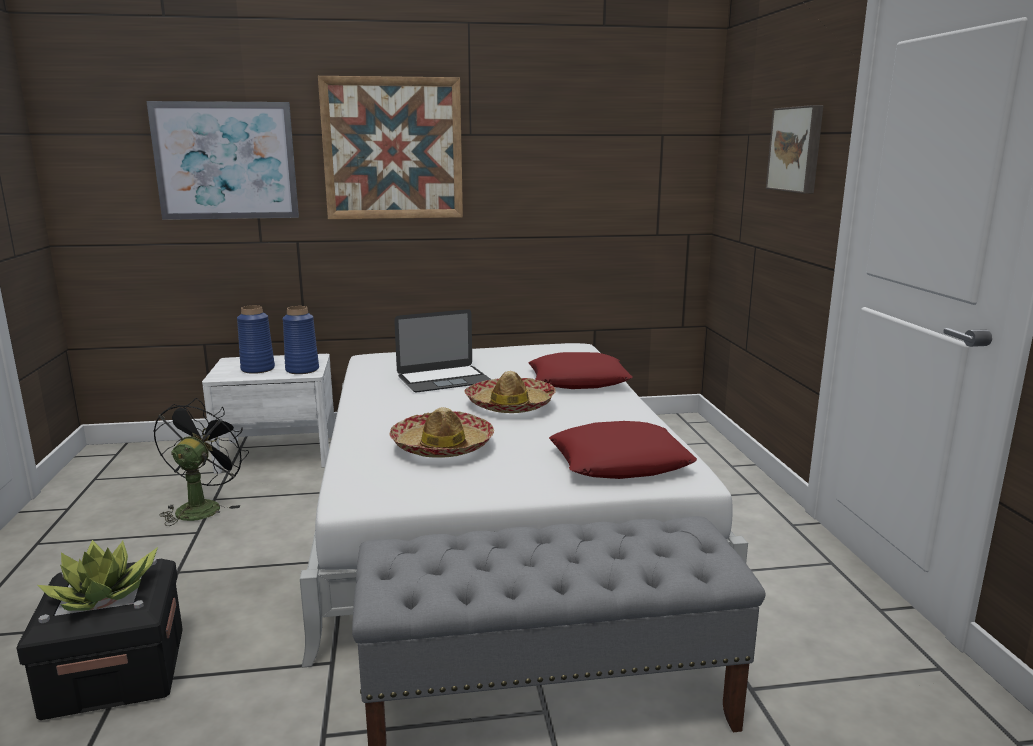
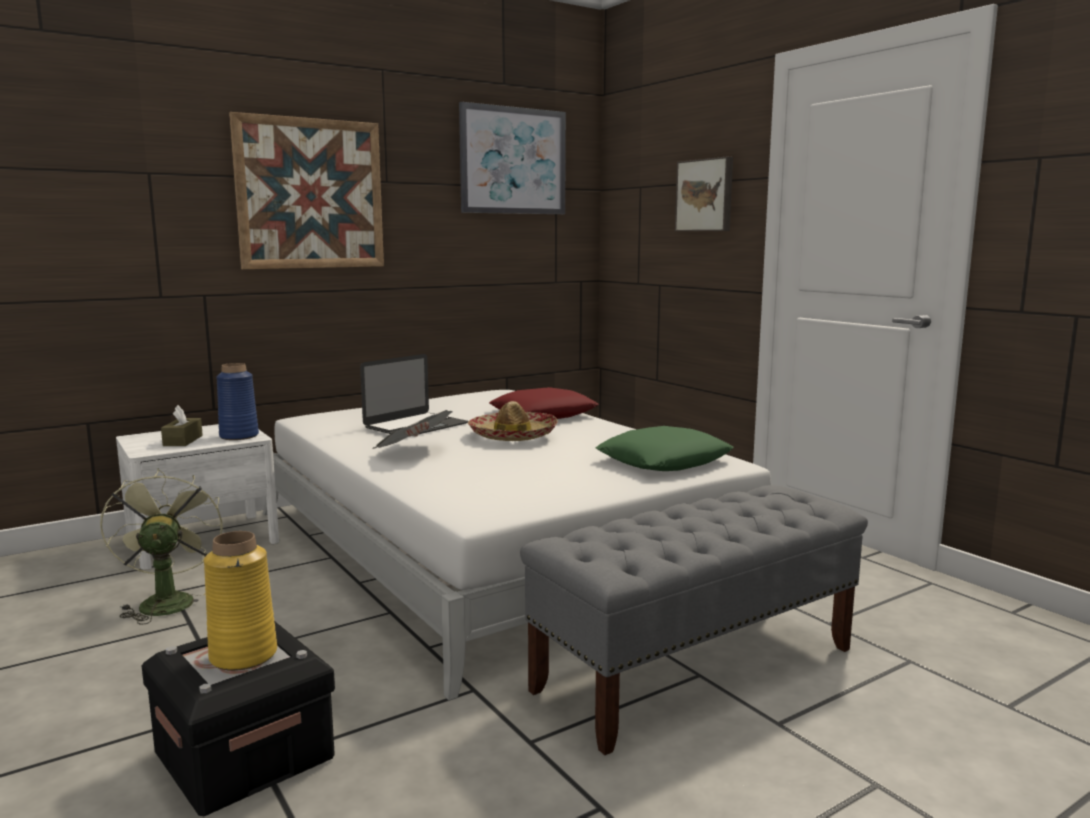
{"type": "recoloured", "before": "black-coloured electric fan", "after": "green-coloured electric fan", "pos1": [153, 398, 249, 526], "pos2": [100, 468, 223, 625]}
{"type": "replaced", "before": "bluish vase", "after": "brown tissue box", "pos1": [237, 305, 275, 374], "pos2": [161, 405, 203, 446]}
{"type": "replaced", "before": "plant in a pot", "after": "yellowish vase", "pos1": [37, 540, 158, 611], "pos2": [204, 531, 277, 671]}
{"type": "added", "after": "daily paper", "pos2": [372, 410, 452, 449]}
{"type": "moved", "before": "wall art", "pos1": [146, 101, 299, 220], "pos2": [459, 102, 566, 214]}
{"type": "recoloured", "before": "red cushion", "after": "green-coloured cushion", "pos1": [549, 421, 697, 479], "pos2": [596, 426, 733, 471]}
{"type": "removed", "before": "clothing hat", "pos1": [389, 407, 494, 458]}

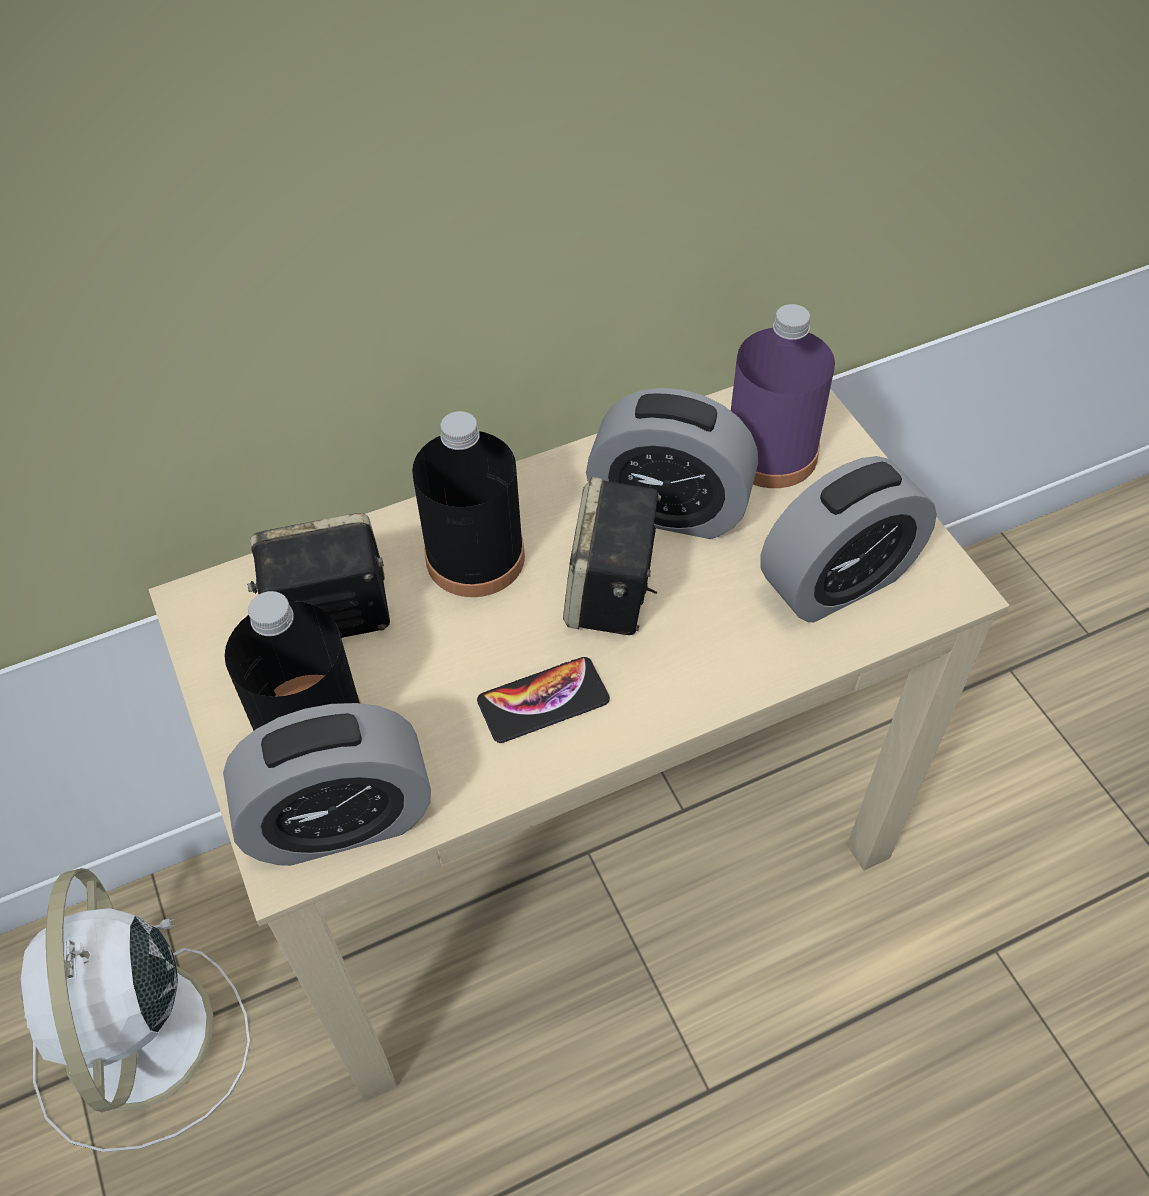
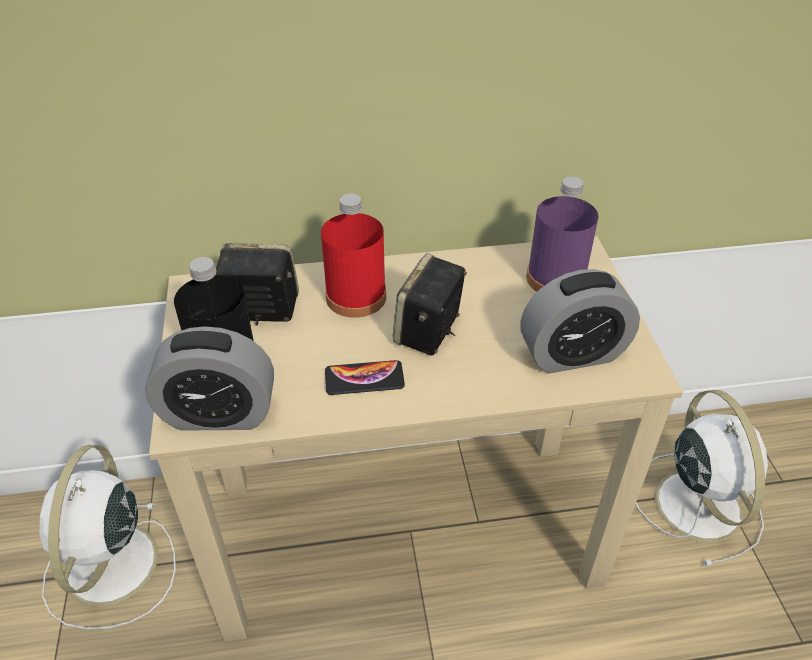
{"type": "recoloured", "before": "black-coloured beverage bottle", "after": "red beverage bottle", "pos1": [412, 411, 525, 597], "pos2": [321, 194, 386, 318]}
{"type": "added", "after": "white electric fan", "pos2": [636, 390, 768, 567]}
{"type": "removed", "before": "alarm clock", "pos1": [586, 388, 758, 539]}

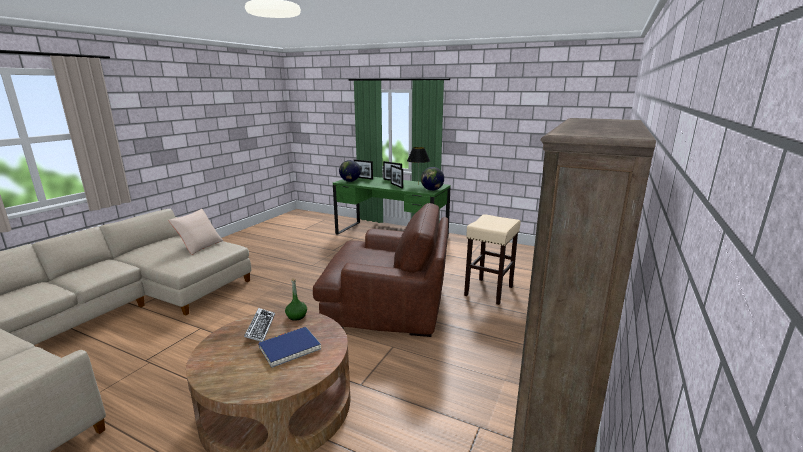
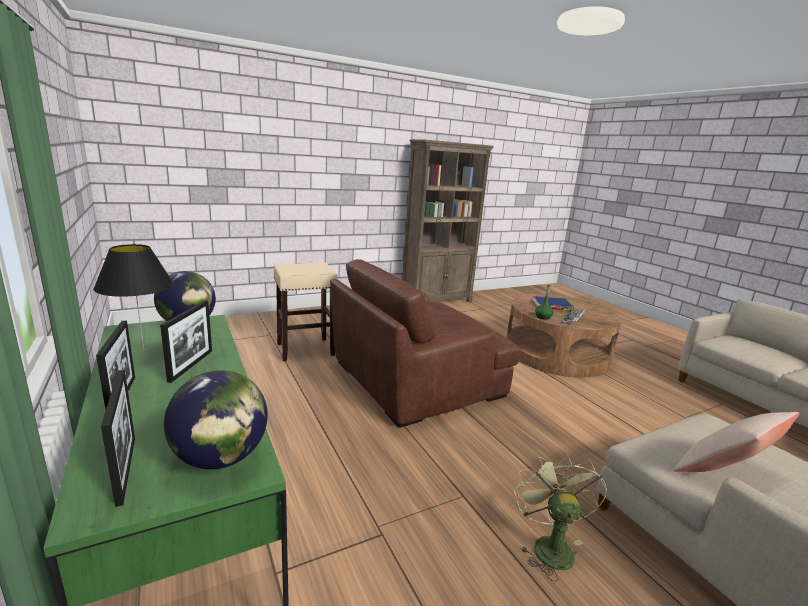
{"type": "turned", "before": "brown armchair", "pos1": [313, 203, 448, 337], "pos2": [330, 259, 521, 428], "turn": -75}
{"type": "added", "after": "green-coloured electric fan", "pos2": [514, 453, 607, 581]}

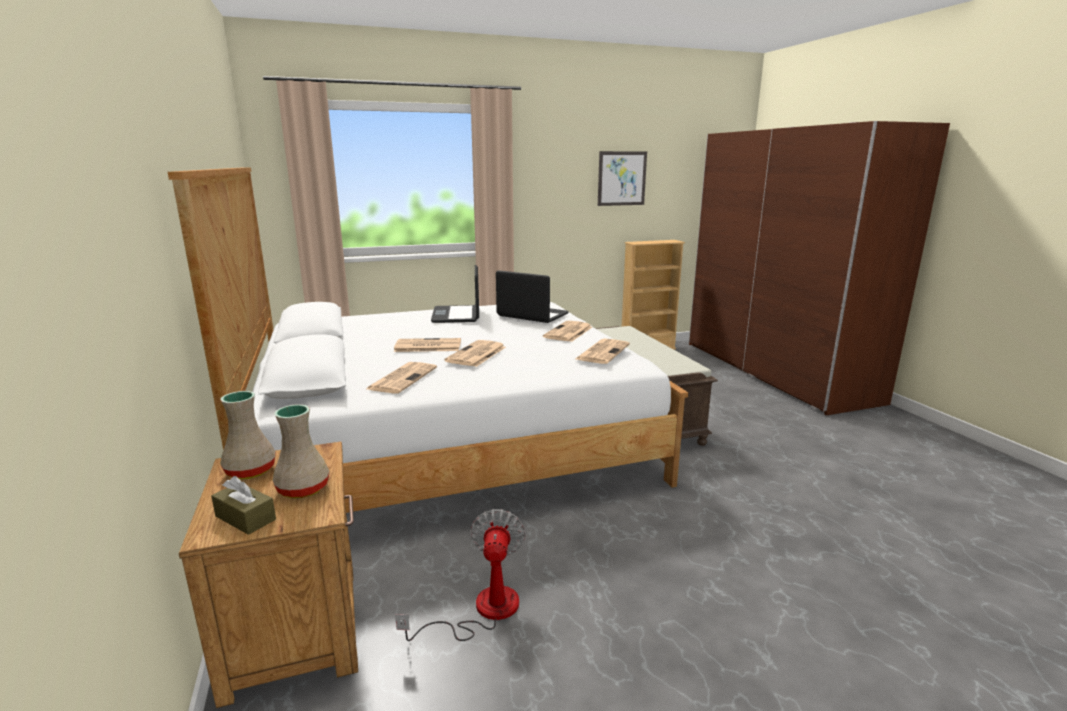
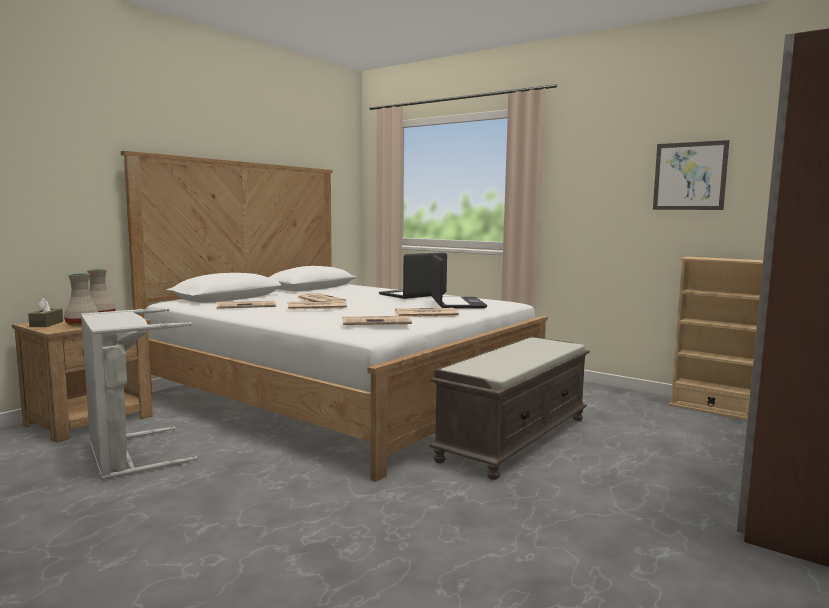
{"type": "replaced", "before": "electric fan", "after": "grey washing basket", "pos1": [395, 509, 525, 641], "pos2": [81, 308, 198, 480]}

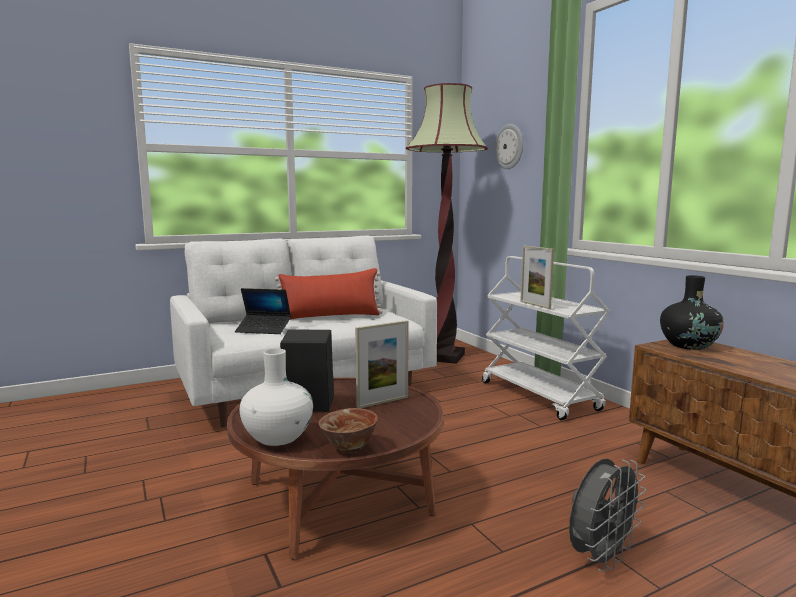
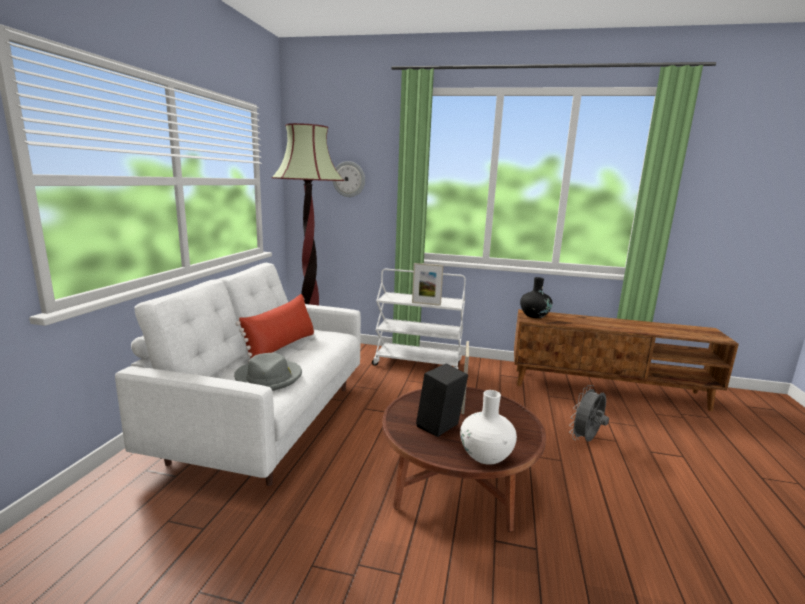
{"type": "replaced", "before": "notebook computer", "after": "grey clothing hat", "pos1": [235, 288, 291, 334], "pos2": [234, 353, 302, 391]}
{"type": "turned", "before": "grey electric fan", "pos1": [569, 459, 646, 572], "pos2": [569, 385, 609, 442], "turn": -135}
{"type": "removed", "before": "serving bowl", "pos1": [319, 408, 378, 453]}

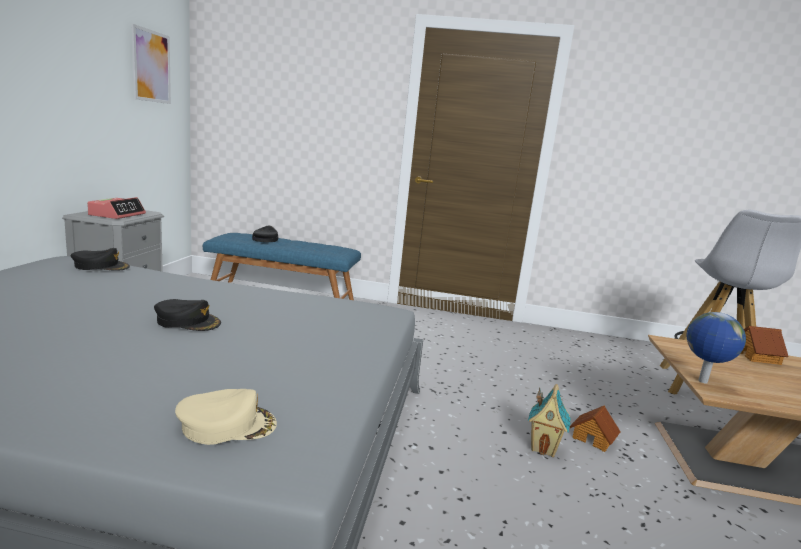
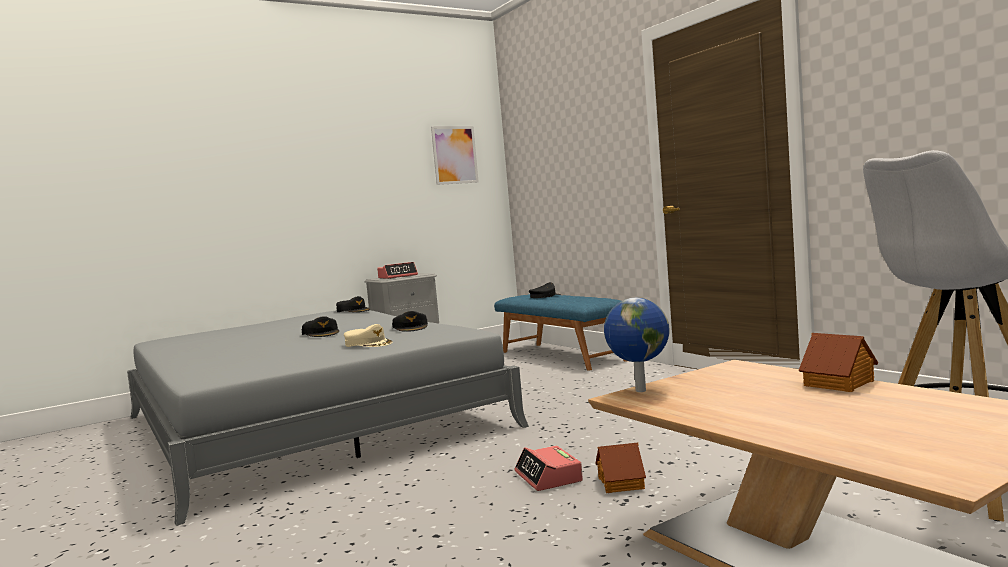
{"type": "moved", "before": "sand-coloured cap", "pos1": [175, 389, 277, 445], "pos2": [344, 324, 393, 347]}
{"type": "added", "after": "black-coloured cap", "pos2": [392, 311, 428, 332]}
{"type": "replaced", "before": "model house", "after": "alarm clock", "pos1": [528, 384, 571, 457], "pos2": [514, 446, 583, 491]}

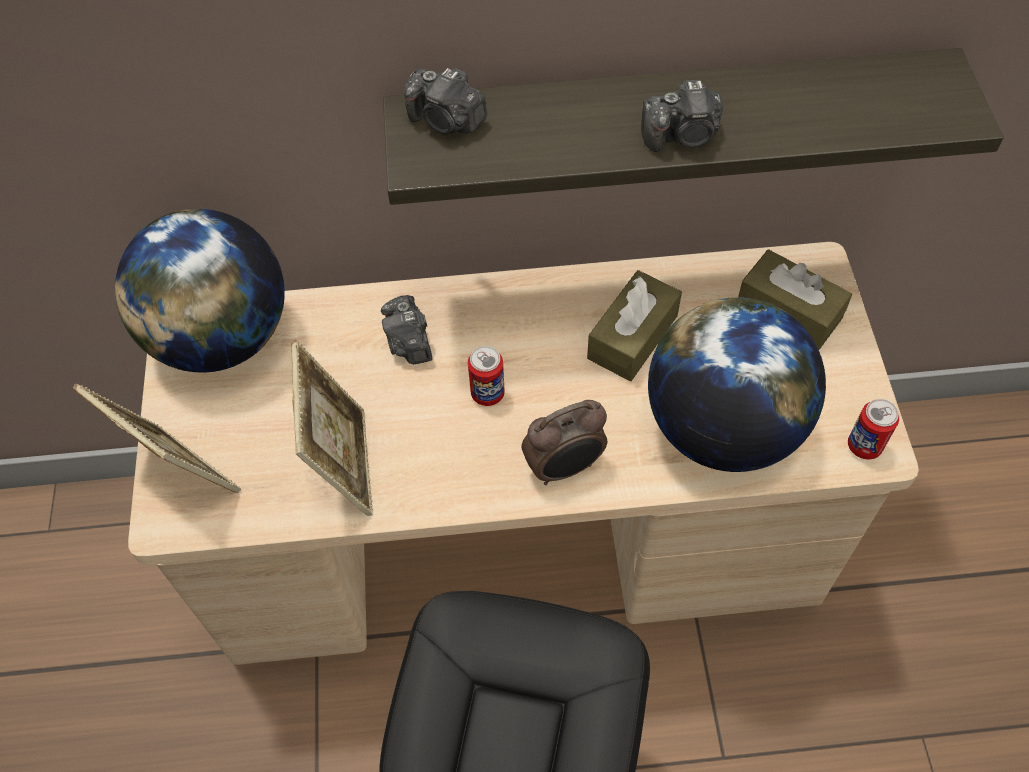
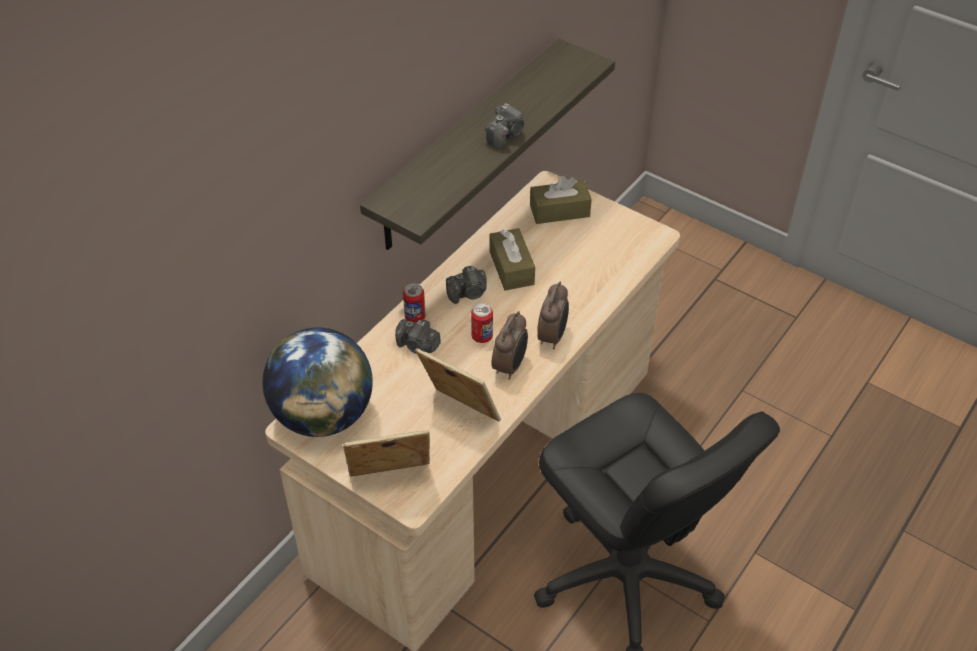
{"type": "moved", "before": "sealed can", "pos1": [848, 399, 899, 459], "pos2": [403, 283, 425, 322]}
{"type": "moved", "before": "photo camera", "pos1": [404, 68, 487, 134], "pos2": [446, 266, 487, 304]}
{"type": "added", "after": "alarm clock", "pos2": [491, 311, 528, 380]}
{"type": "removed", "before": "world globe", "pos1": [648, 297, 826, 472]}

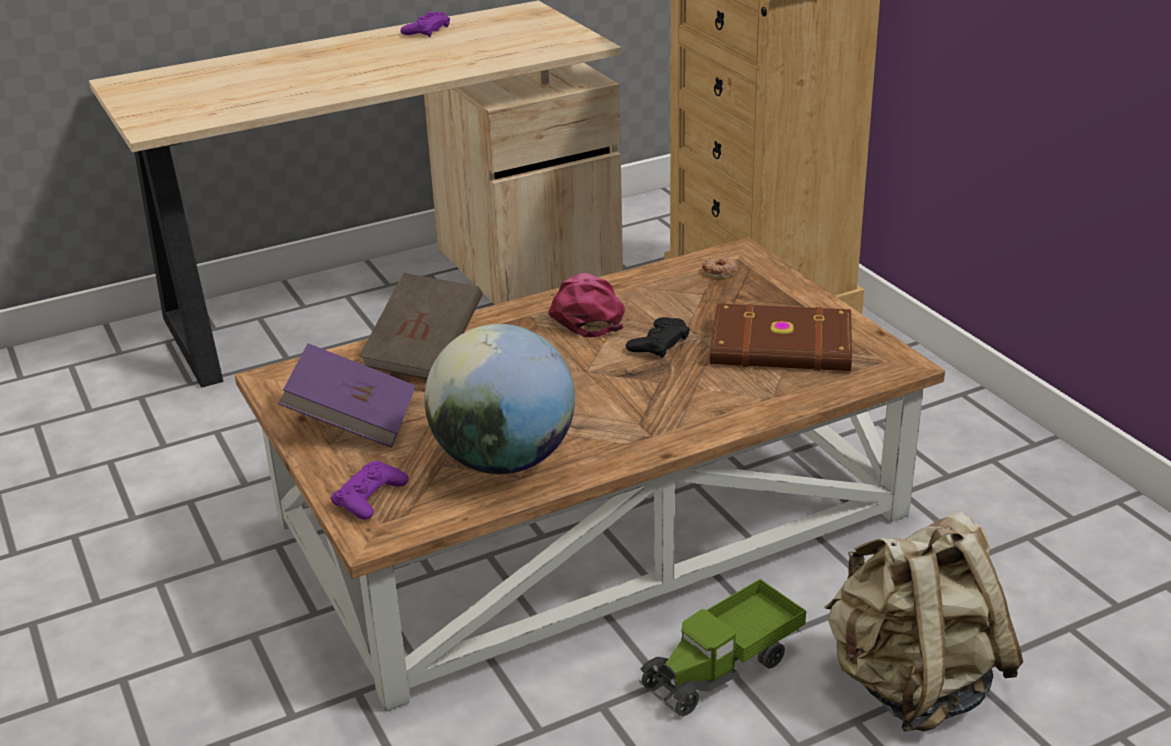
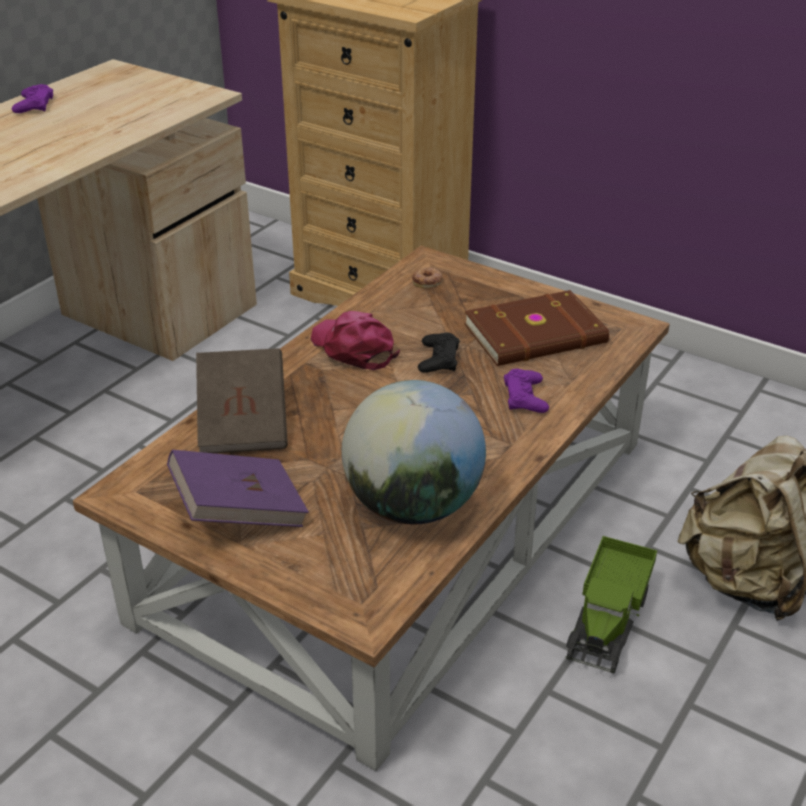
{"type": "moved", "before": "purplish joypad", "pos1": [331, 461, 409, 520], "pos2": [504, 369, 549, 413]}

